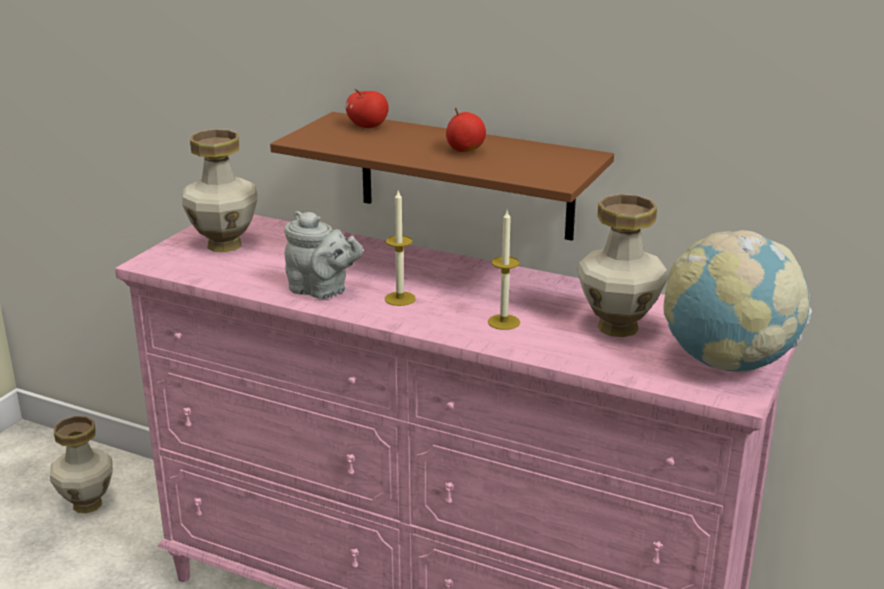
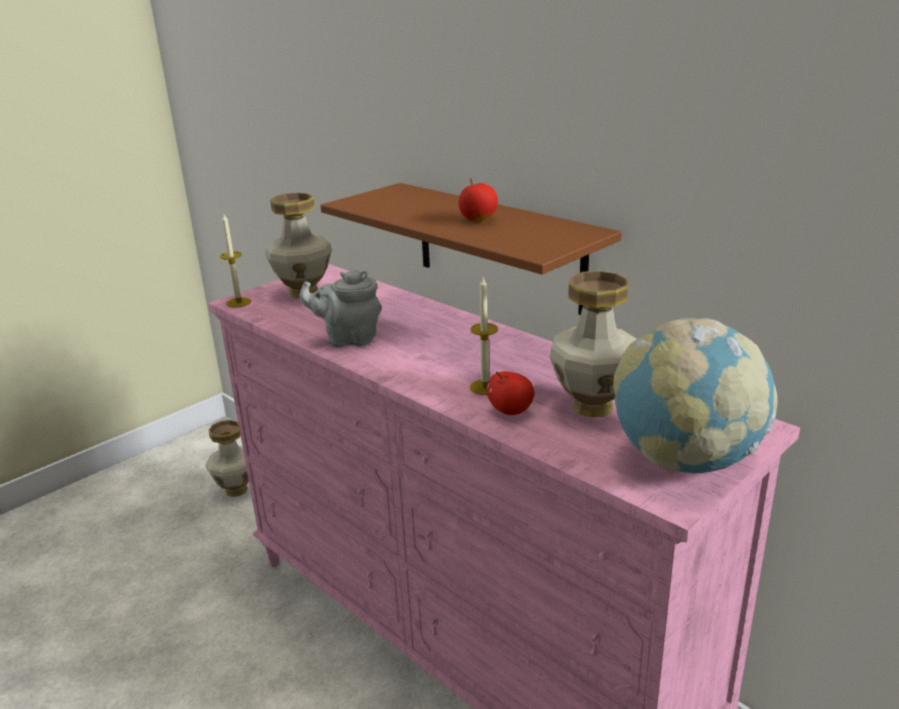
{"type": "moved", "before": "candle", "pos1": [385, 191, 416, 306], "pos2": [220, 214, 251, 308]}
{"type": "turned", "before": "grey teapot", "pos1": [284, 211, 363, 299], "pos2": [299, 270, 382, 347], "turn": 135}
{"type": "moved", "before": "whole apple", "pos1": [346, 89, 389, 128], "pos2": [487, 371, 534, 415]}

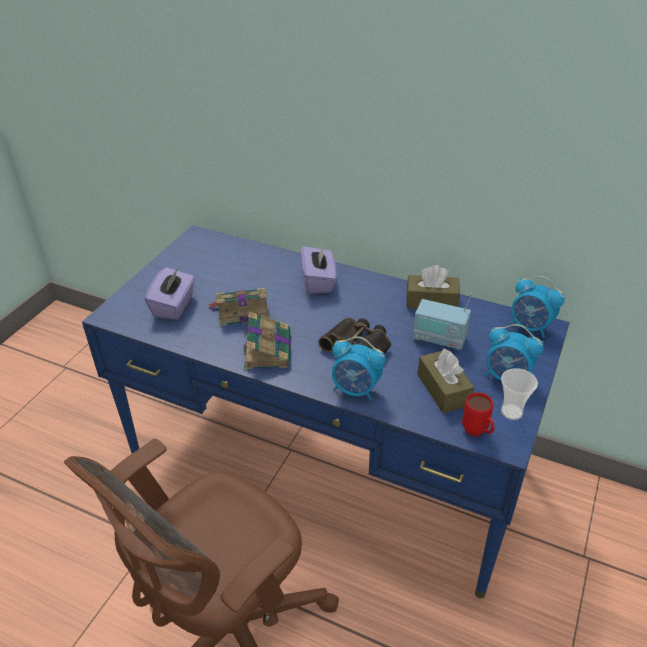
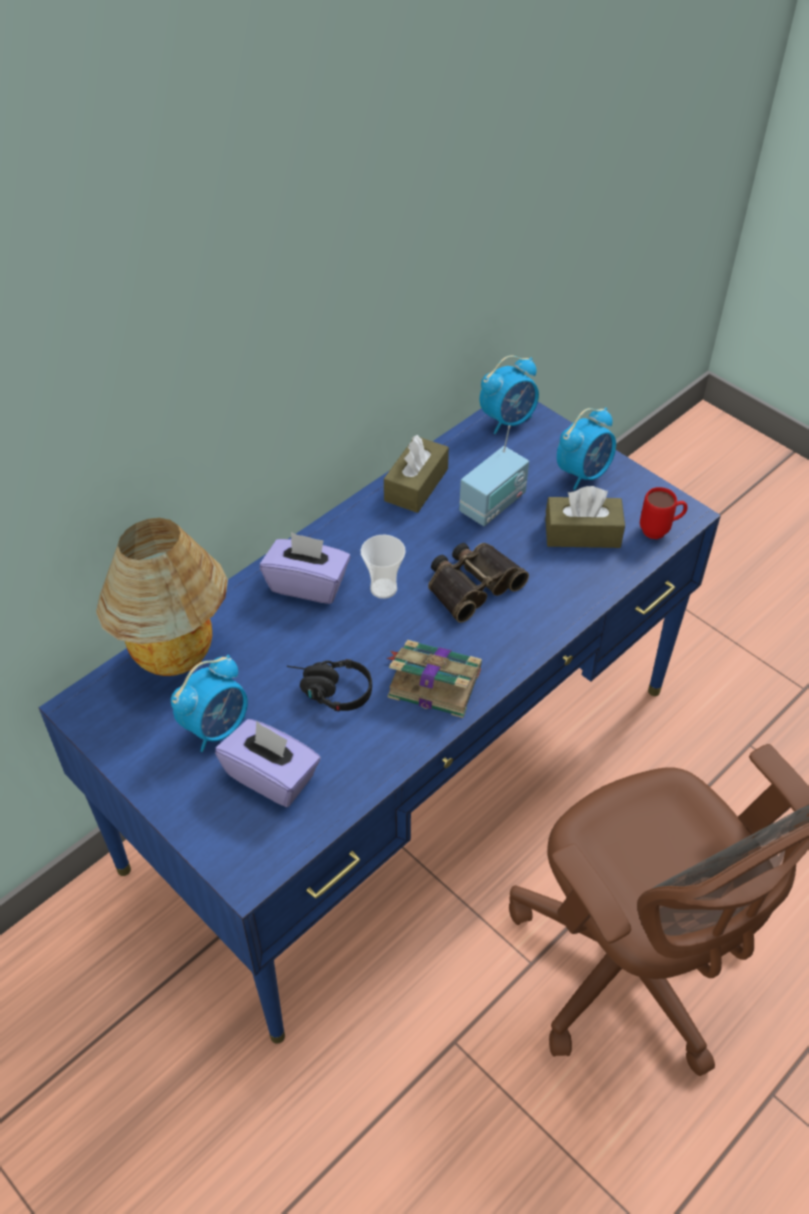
{"type": "added", "after": "tabletop lamp", "pos2": [96, 518, 228, 676]}
{"type": "moved", "before": "alarm clock", "pos1": [332, 336, 386, 400], "pos2": [171, 655, 248, 752]}
{"type": "replaced", "before": "book", "after": "black-coloured headset", "pos1": [208, 288, 269, 326], "pos2": [287, 659, 372, 712]}
{"type": "moved", "before": "small cup", "pos1": [501, 368, 538, 420], "pos2": [361, 535, 406, 599]}

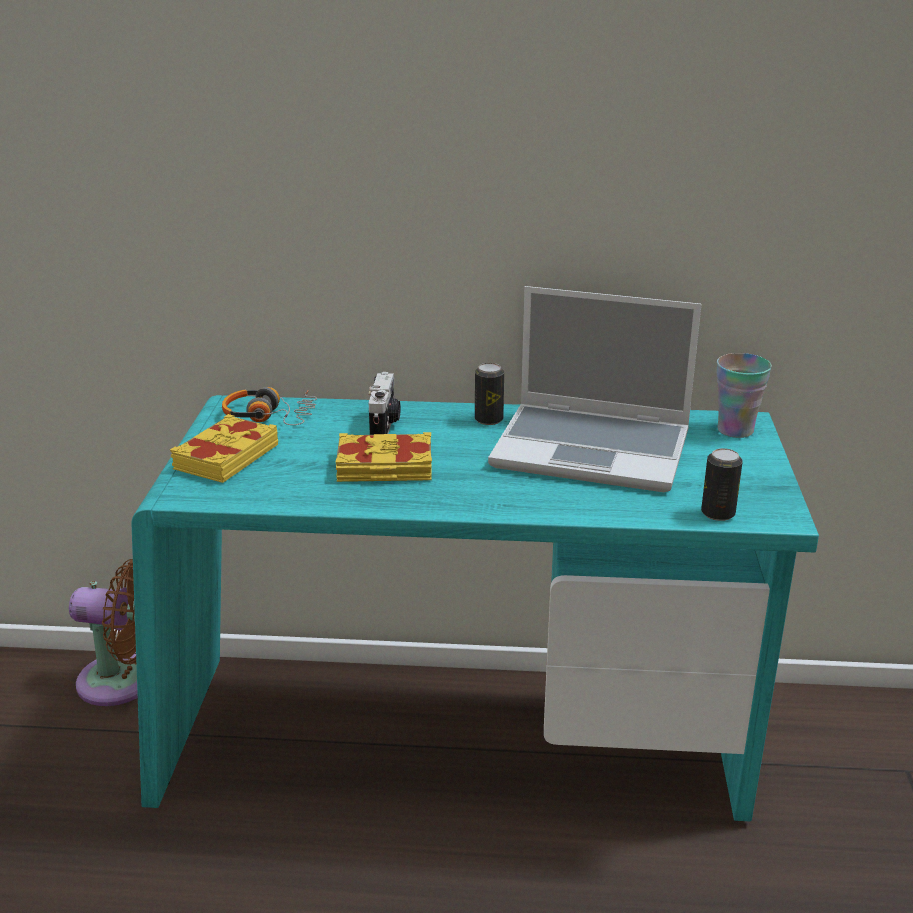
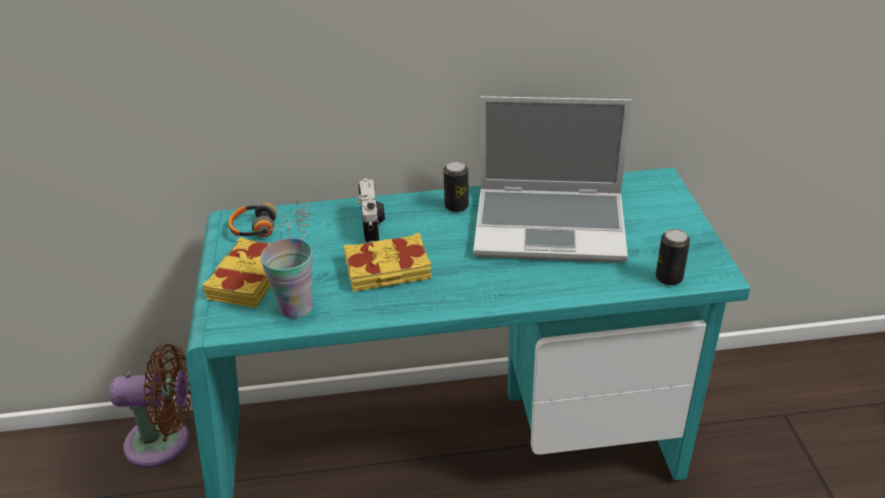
{"type": "moved", "before": "small cup", "pos1": [717, 353, 772, 438], "pos2": [260, 238, 313, 319]}

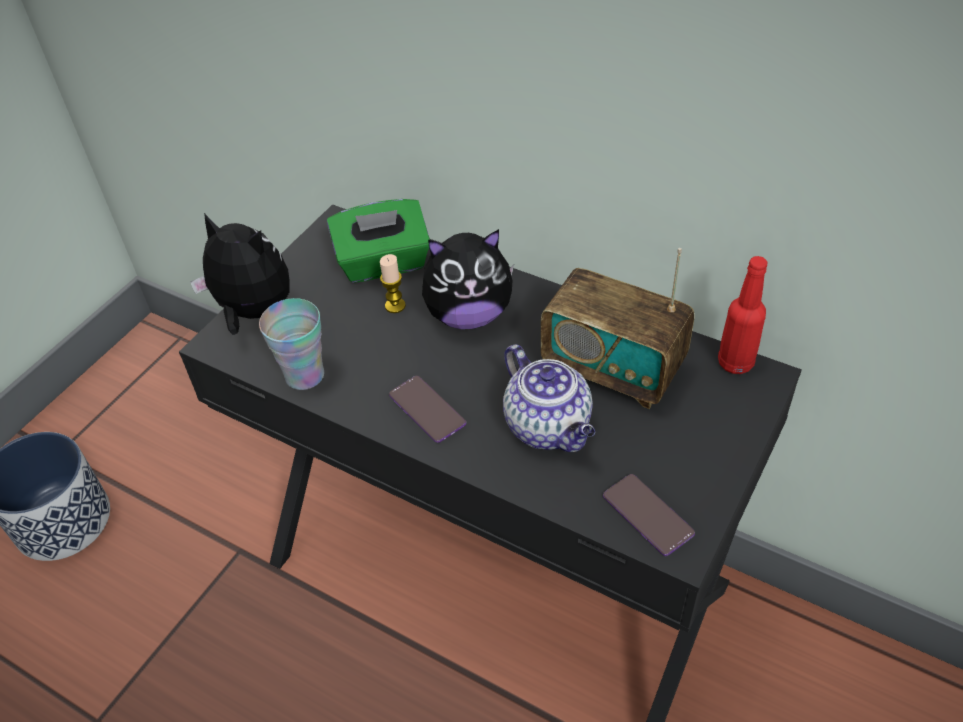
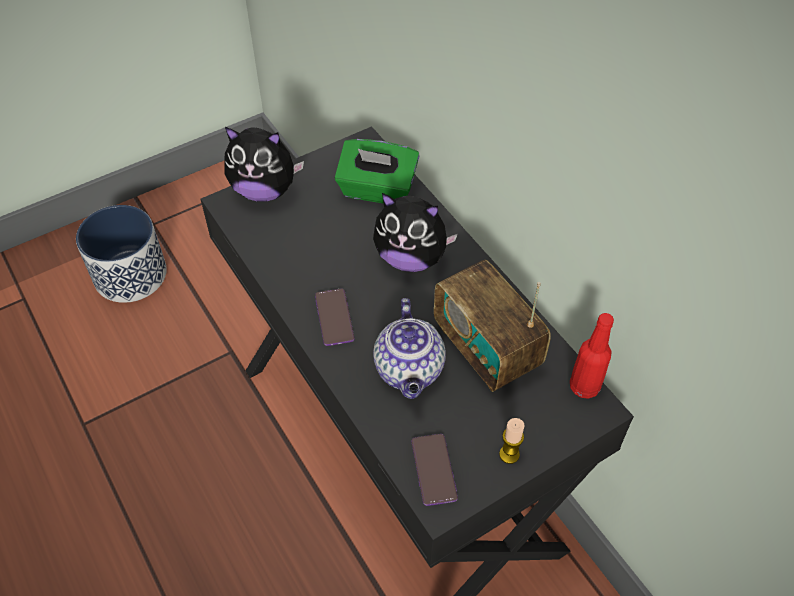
{"type": "turned", "before": "cuddly toy", "pos1": [190, 213, 290, 335], "pos2": [224, 127, 304, 201], "turn": 135}
{"type": "moved", "before": "candle", "pos1": [380, 254, 406, 313], "pos2": [499, 418, 525, 464]}
{"type": "removed", "before": "small cup", "pos1": [259, 298, 324, 390]}

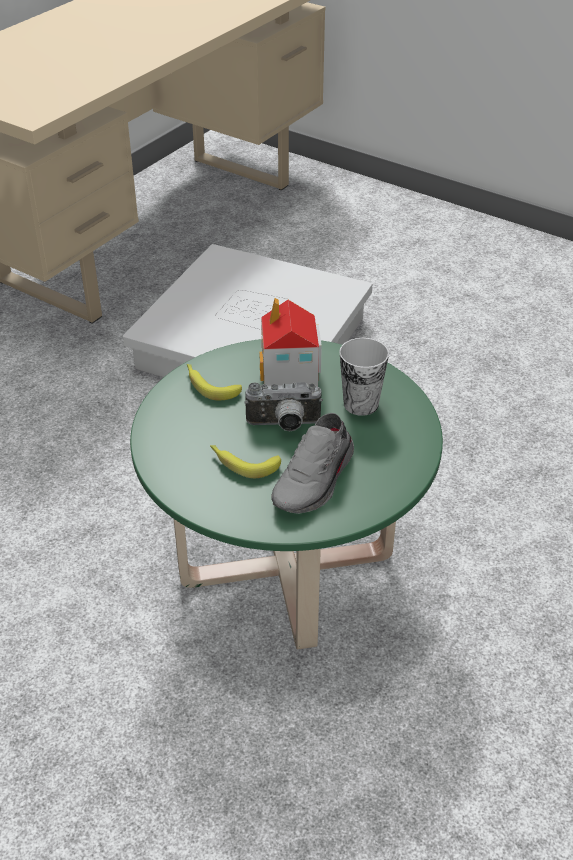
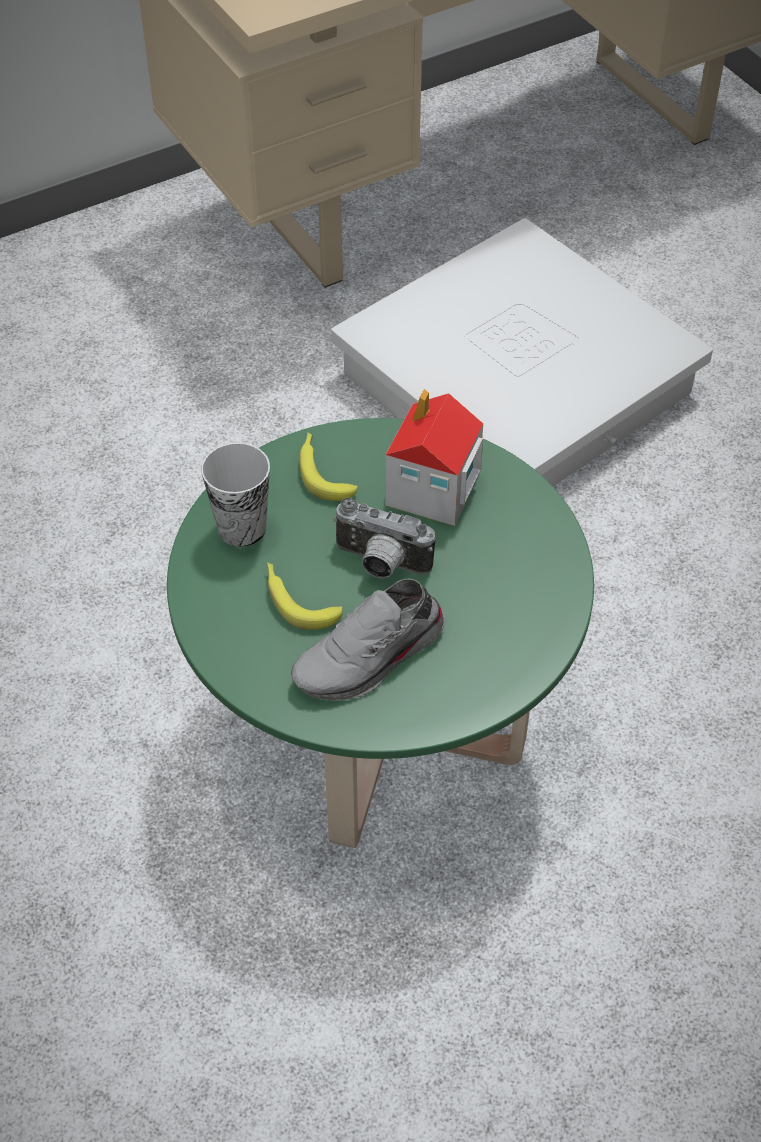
{"type": "moved", "before": "small cup", "pos1": [339, 338, 389, 416], "pos2": [201, 443, 270, 547]}

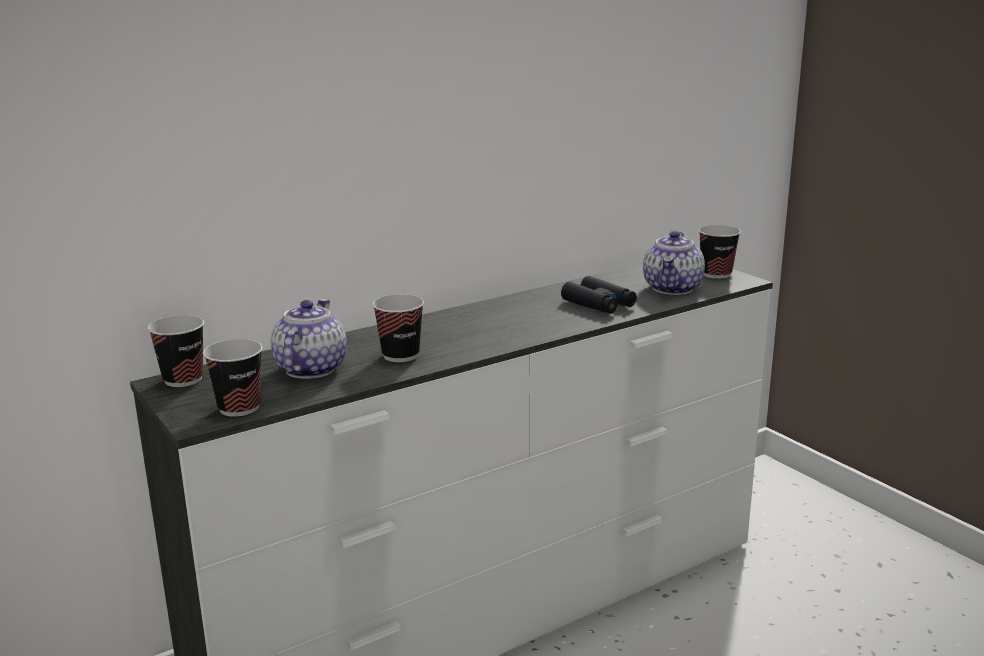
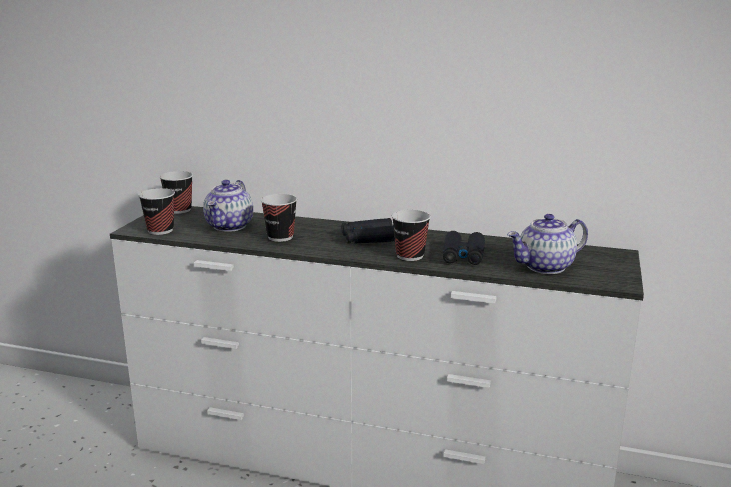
{"type": "turned", "before": "teapot", "pos1": [271, 299, 347, 379], "pos2": [203, 180, 253, 232], "turn": 135}
{"type": "added", "after": "black-coloured pair of binoculars", "pos2": [342, 218, 395, 244]}
{"type": "moved", "before": "small cup", "pos1": [699, 225, 741, 279], "pos2": [392, 210, 431, 261]}

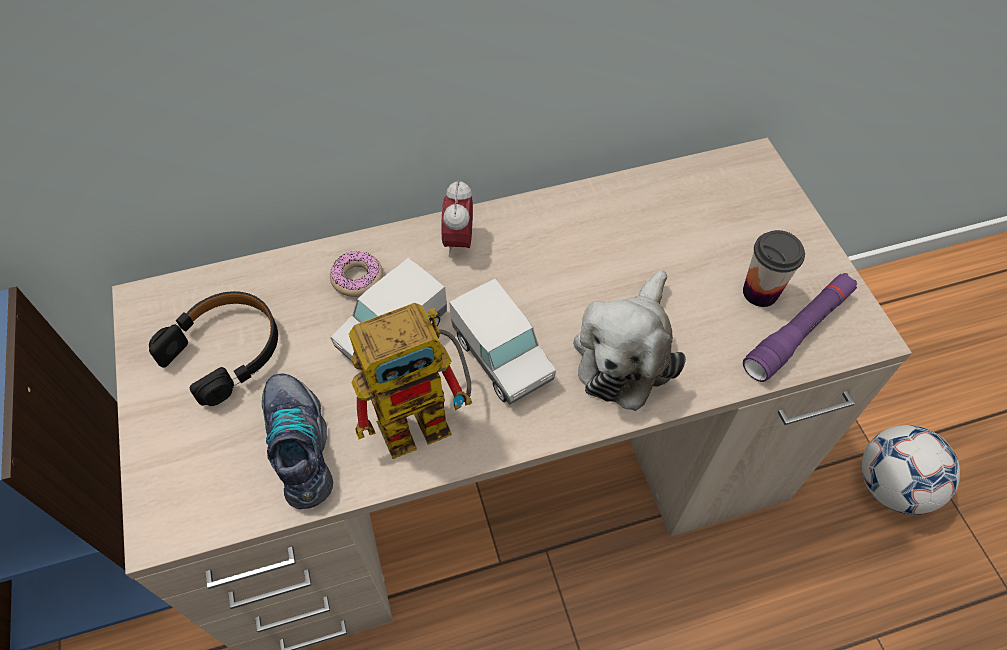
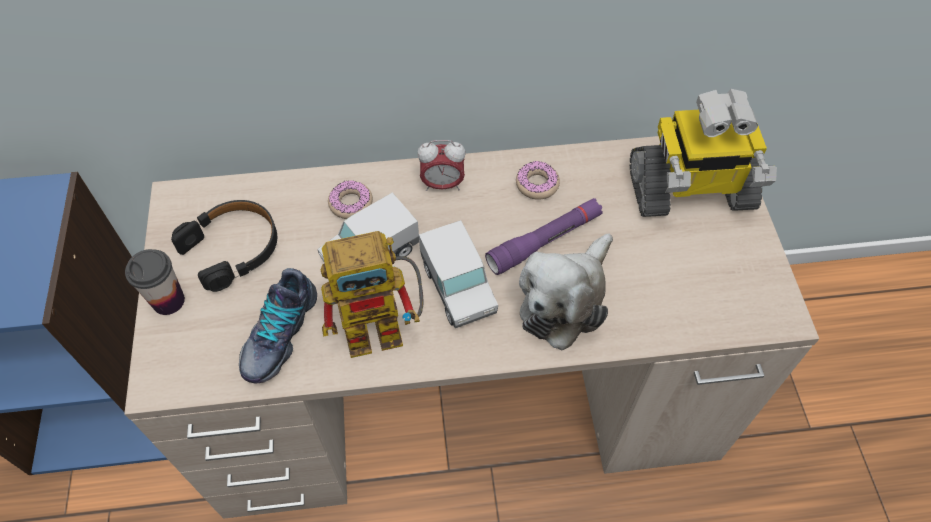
{"type": "moved", "before": "small cup", "pos1": [743, 230, 805, 307], "pos2": [125, 249, 185, 315]}
{"type": "turned", "before": "item of footwear", "pos1": [262, 373, 333, 509], "pos2": [239, 268, 317, 383], "turn": -150}
{"type": "turned", "before": "alarm clock", "pos1": [441, 179, 473, 257], "pos2": [417, 140, 466, 191], "turn": -105}
{"type": "moved", "before": "purplish hand torch", "pos1": [743, 273, 857, 382], "pos2": [485, 198, 603, 275]}
{"type": "added", "after": "donut", "pos2": [516, 161, 560, 200]}
{"type": "added", "after": "model robot", "pos2": [630, 89, 777, 217]}
{"type": "removed", "before": "ball for football", "pos1": [862, 425, 960, 515]}

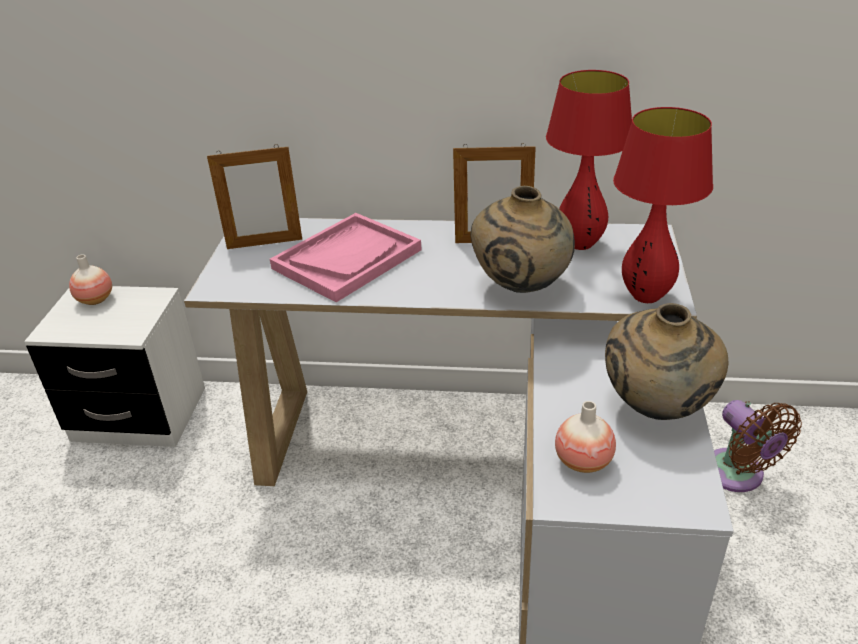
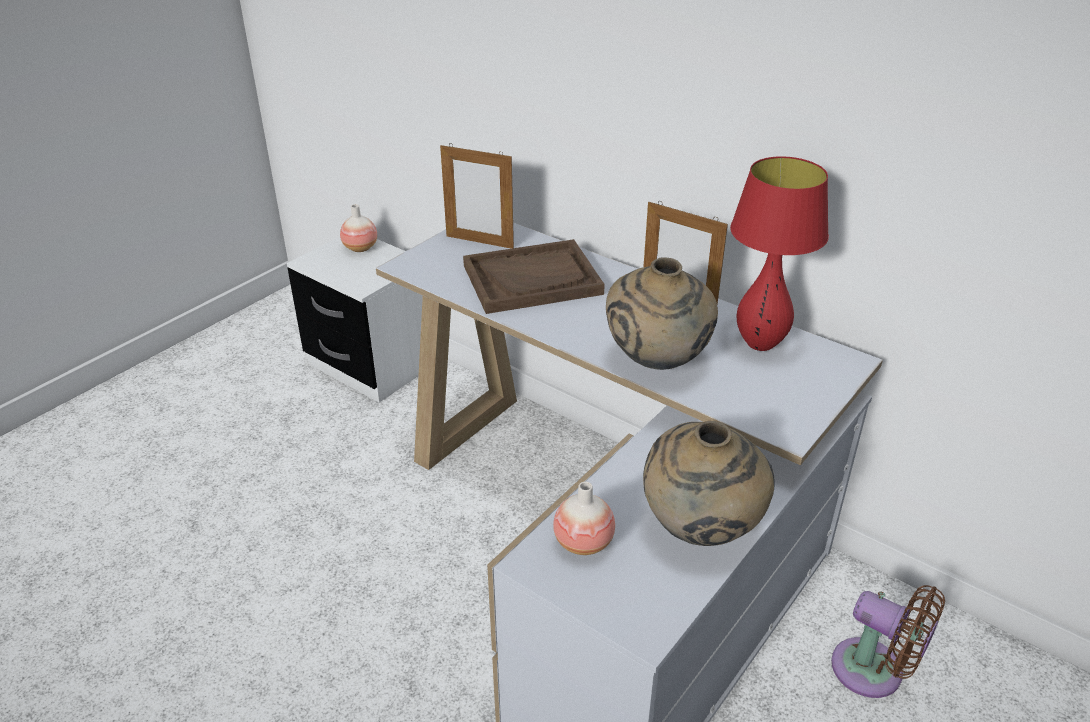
{"type": "recoloured", "before": "pinkish carrying tray", "after": "brown carrying tray", "pos1": [270, 213, 422, 302], "pos2": [463, 239, 605, 314]}
{"type": "turned", "before": "brown electric fan", "pos1": [714, 400, 802, 492], "pos2": [831, 585, 945, 698], "turn": -60}
{"type": "removed", "before": "red tabletop lamp", "pos1": [613, 107, 713, 303]}

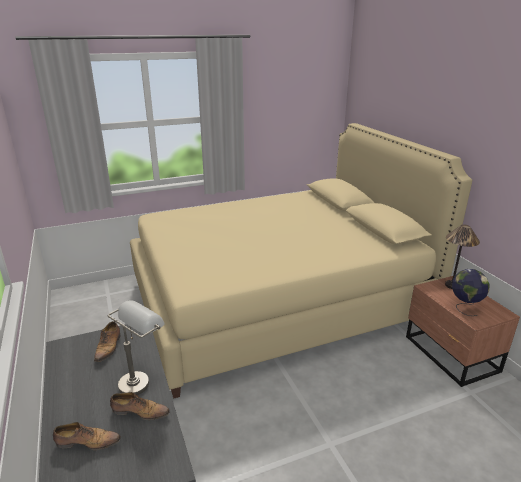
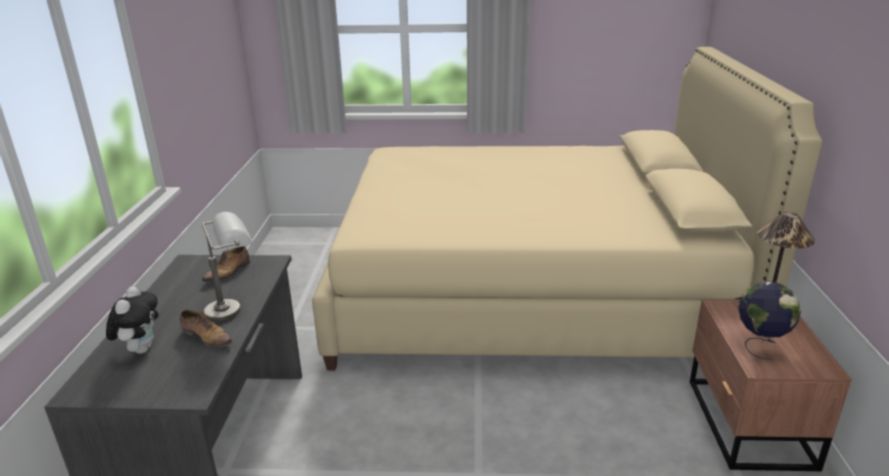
{"type": "replaced", "before": "item of footwear", "after": "cuddly toy", "pos1": [53, 422, 121, 450], "pos2": [106, 286, 158, 354]}

